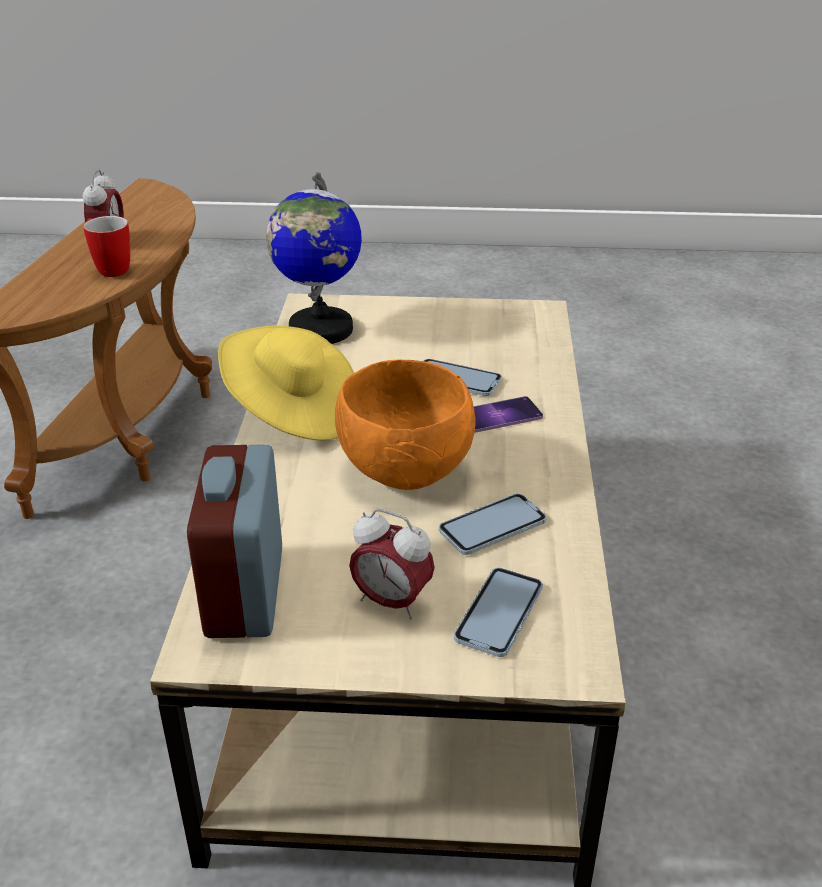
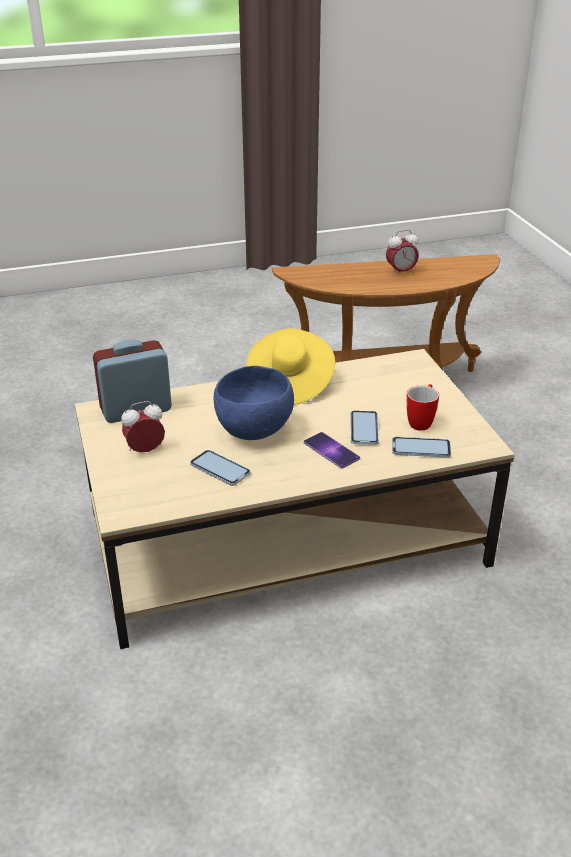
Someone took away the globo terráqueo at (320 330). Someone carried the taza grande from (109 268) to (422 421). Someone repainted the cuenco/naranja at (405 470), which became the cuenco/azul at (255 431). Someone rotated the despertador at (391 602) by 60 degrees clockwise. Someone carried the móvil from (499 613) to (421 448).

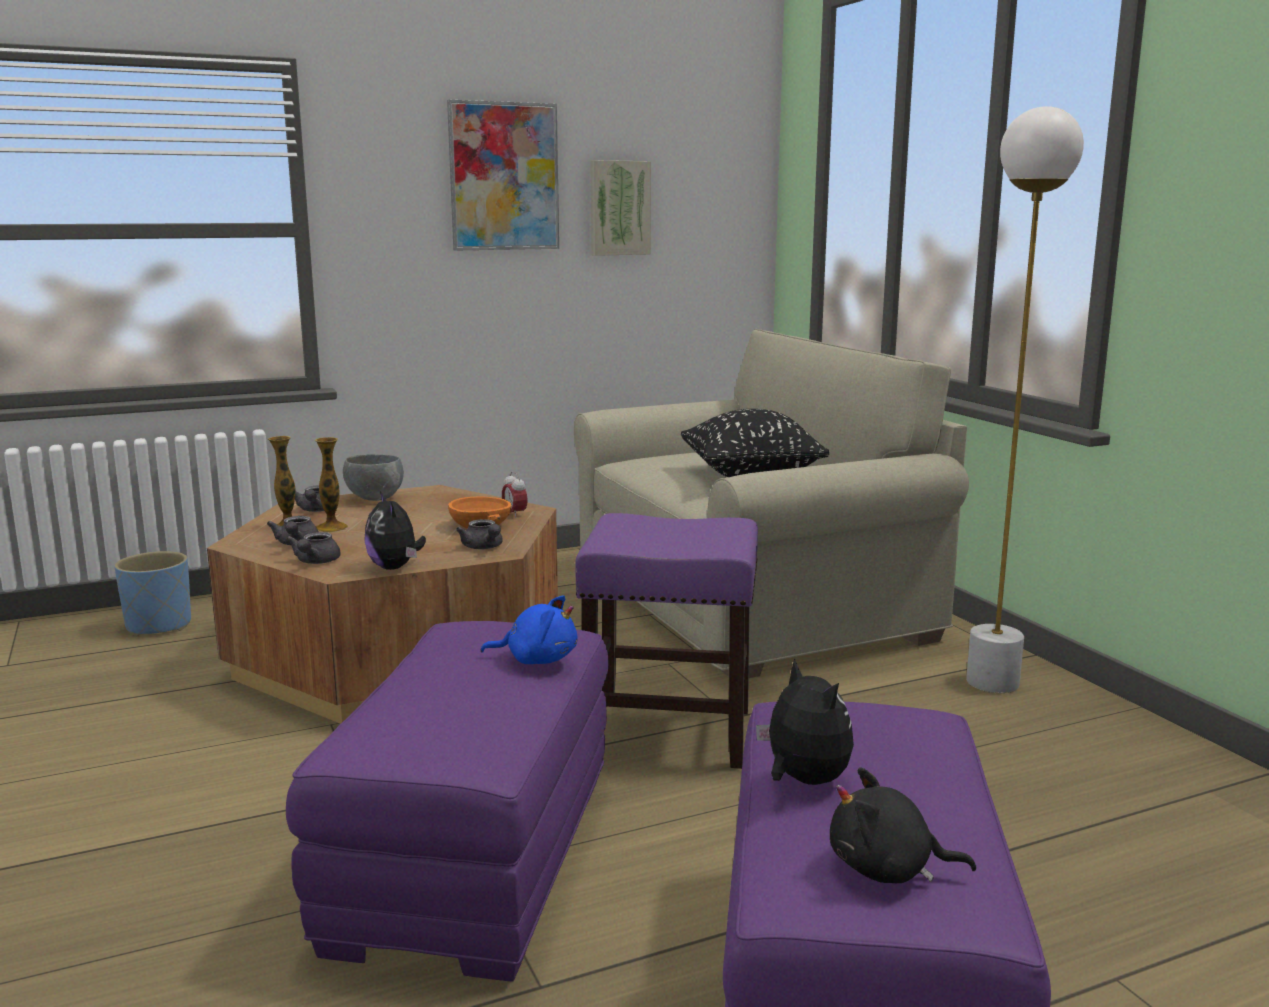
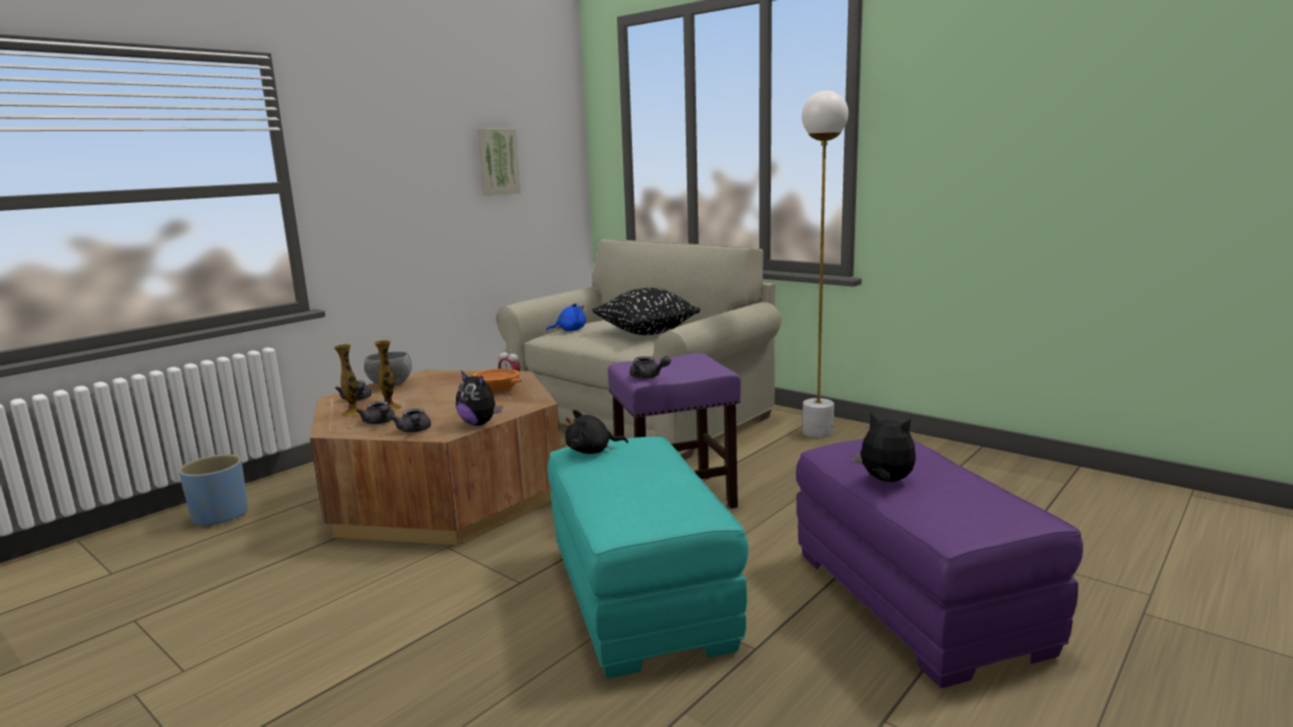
Someone took away the cuadro at (504 177). Someone carried the tetera/gris from (483 548) to (648 377). Someone carried the peluche/azul from (537 659) to (569 330). Someone repainted the puf/morado at (476 860), which became the puf/turquesa at (641 596). Someone carried the peluche/negro from (887 870) to (592 451).

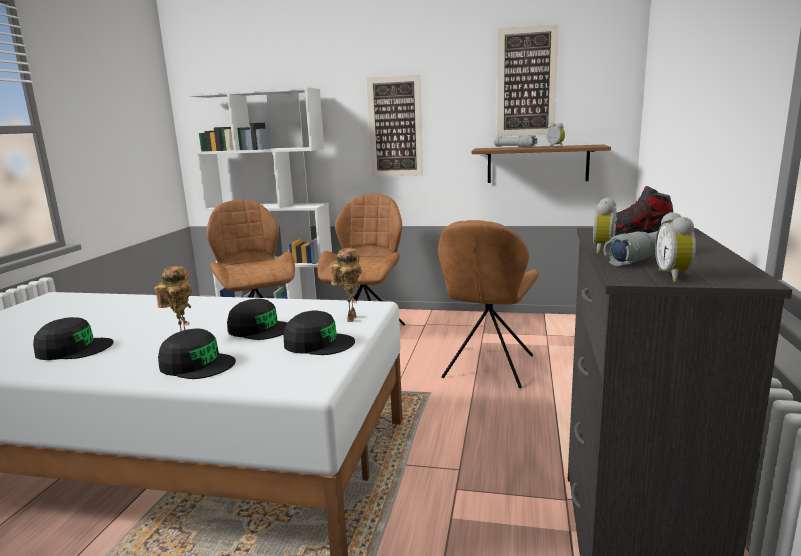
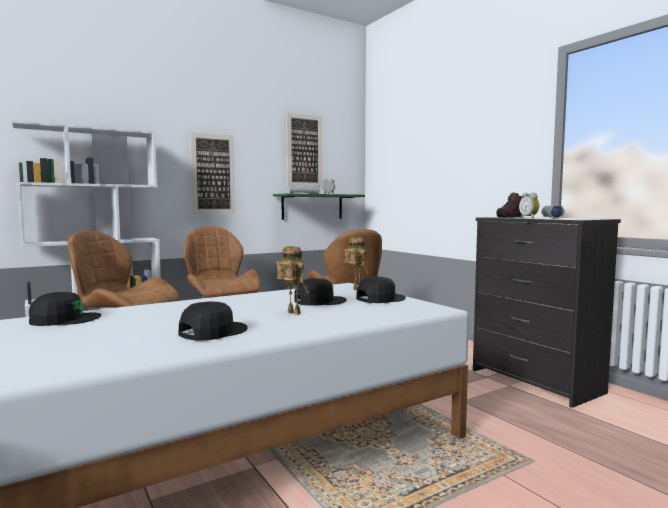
Someone repainted the estante/marrón at (537 164), which became the estante/verde at (312 206). Someone took away the despertador at (675 276). Someone carried the gorra/negro from (197 364) to (64 319).

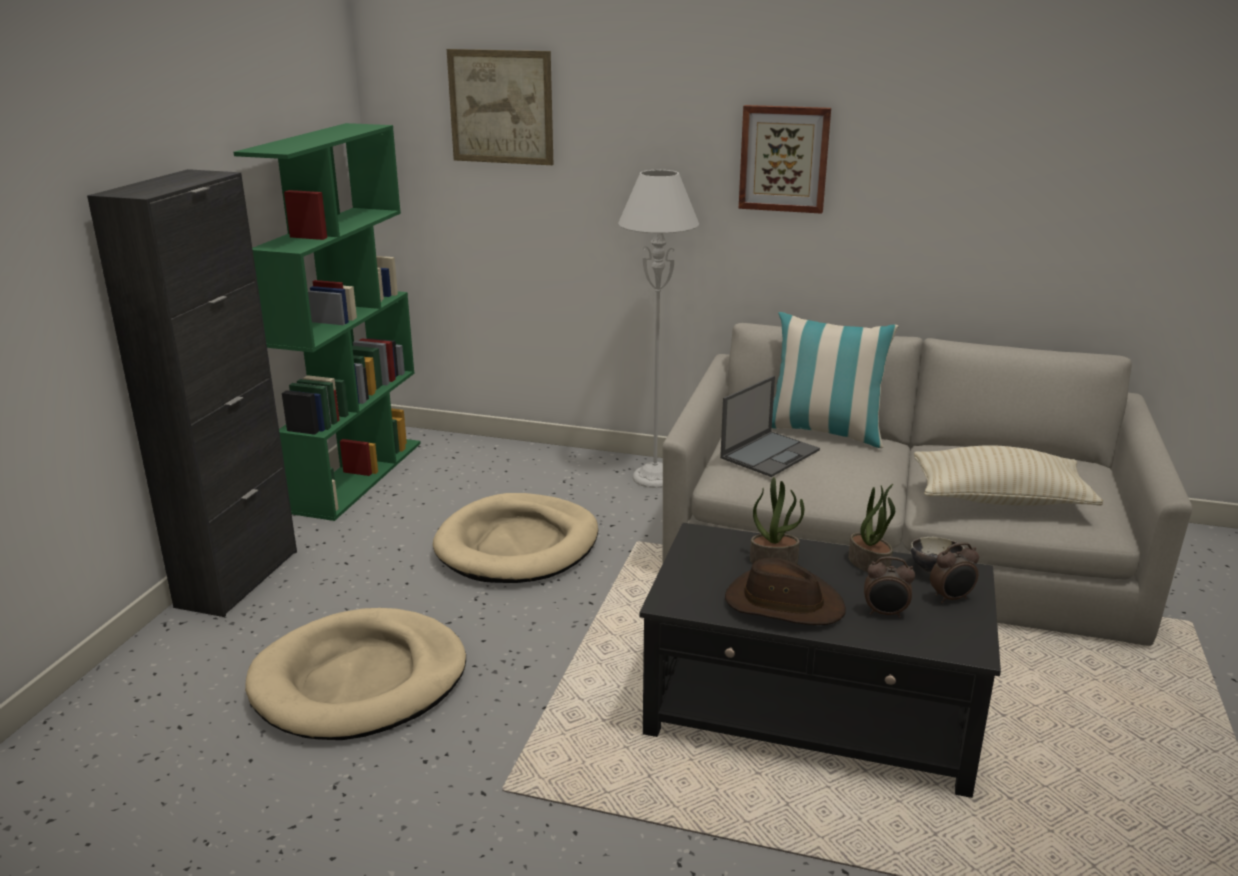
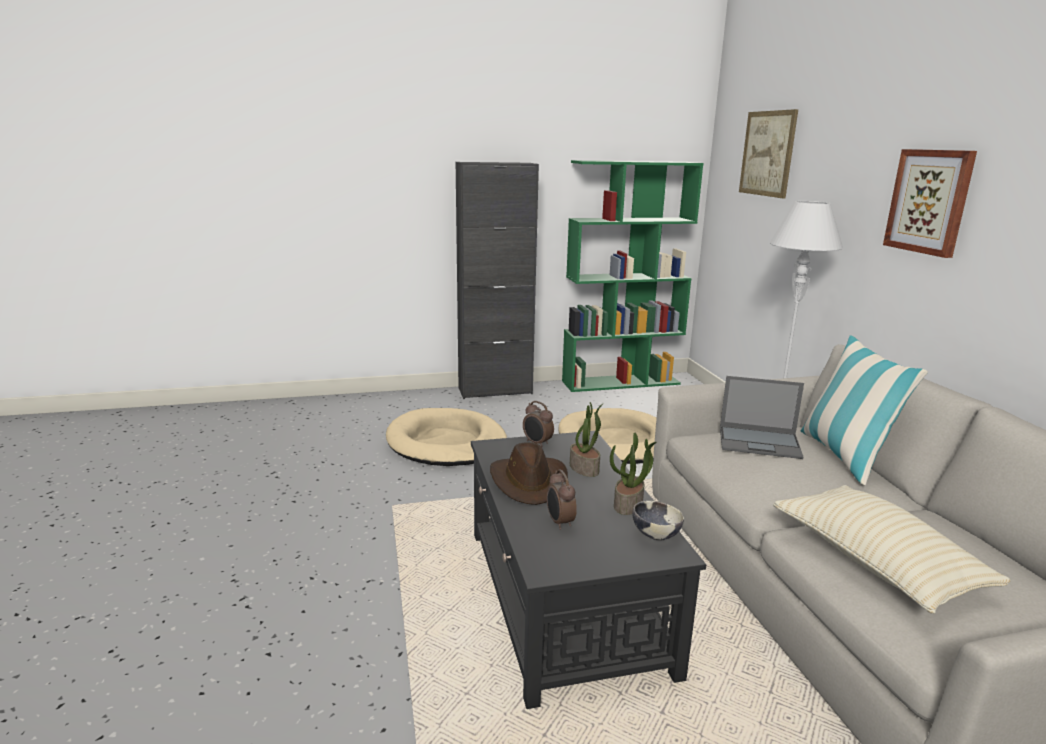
Someone carried the despertador from (951 598) to (537 443).

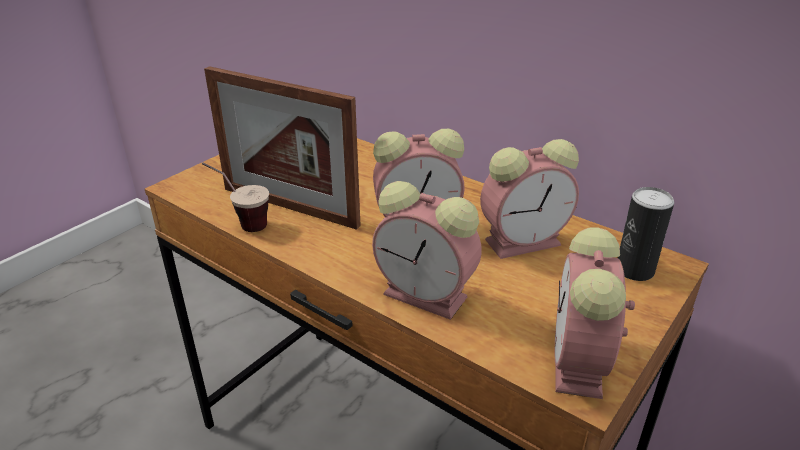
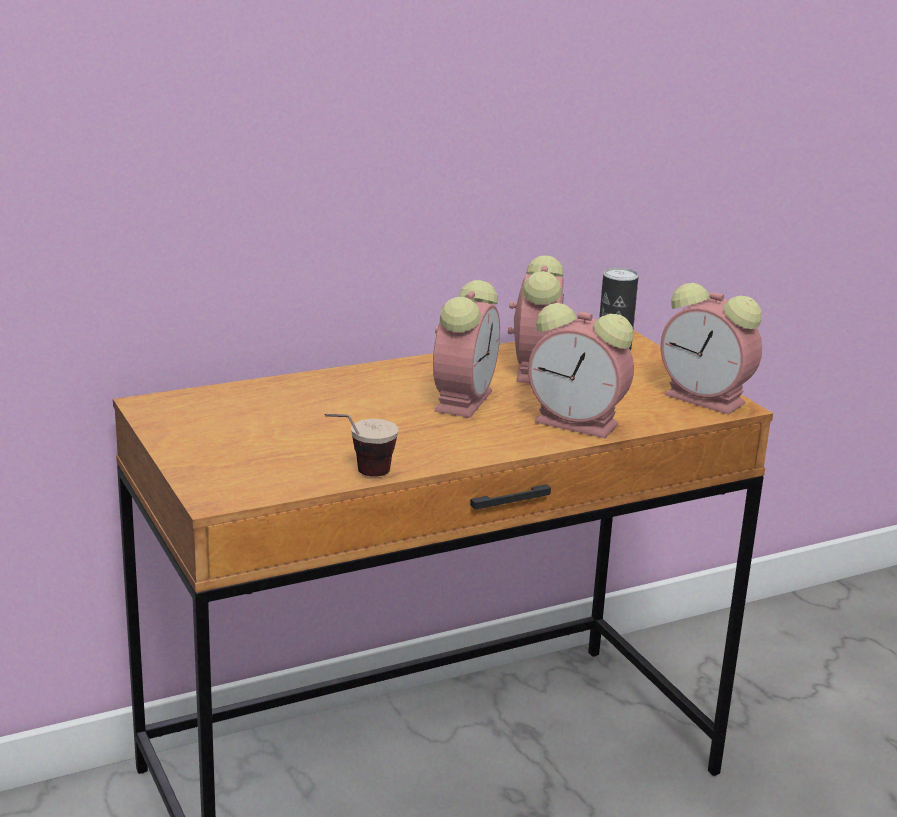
Someone took away the portarretratos at (289 207). Someone rotated the despertador at (429 296) by 60 degrees clockwise.

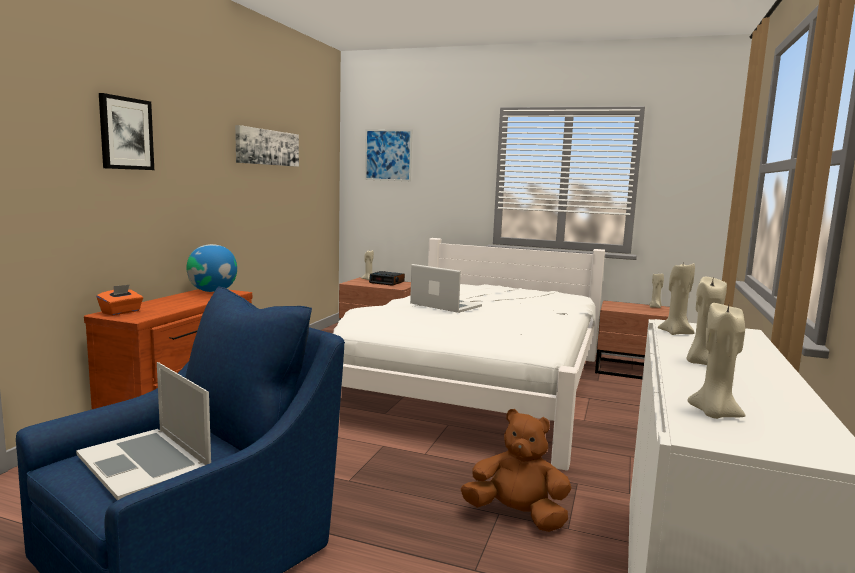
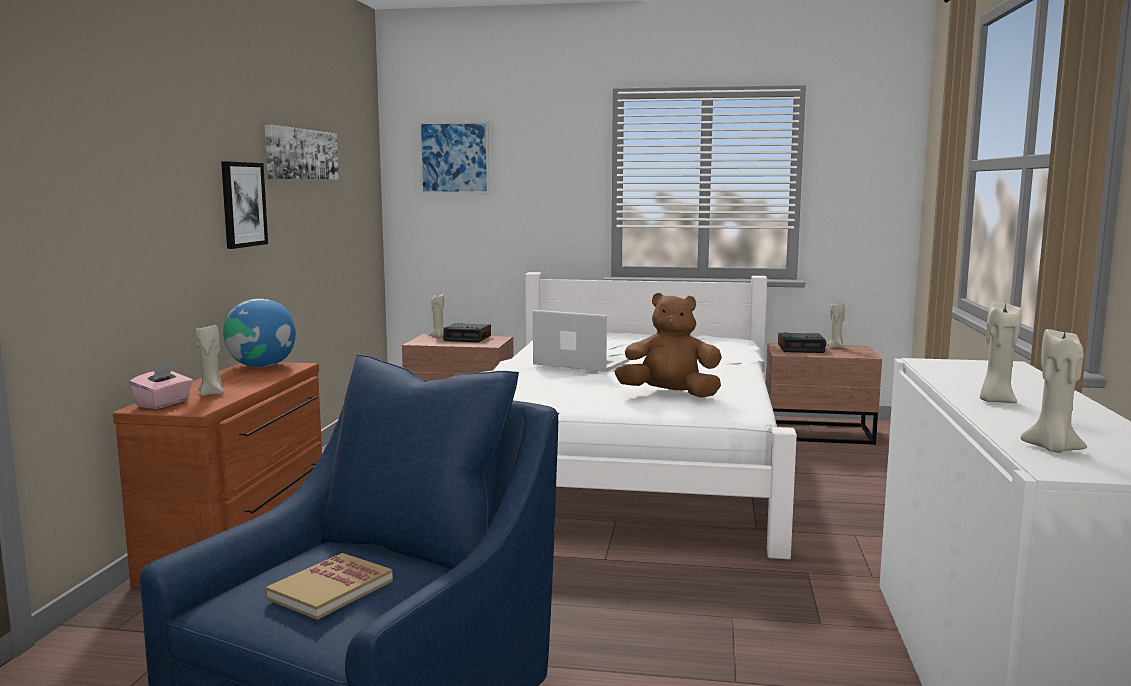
Someone carried the cuadro from (126 133) to (243 204). Someone carried the vela/beis from (675 333) to (212 393). Someone repainted the caja de pañuelos/naranja at (121 312), which became the caja de pañuelos/rosa at (163 404). Someone swapped the portátil at (144 462) for the libro at (330 590). Someone carried the peluche/marrón from (516 515) to (670 395). Someone put down the despertador at (801 349).

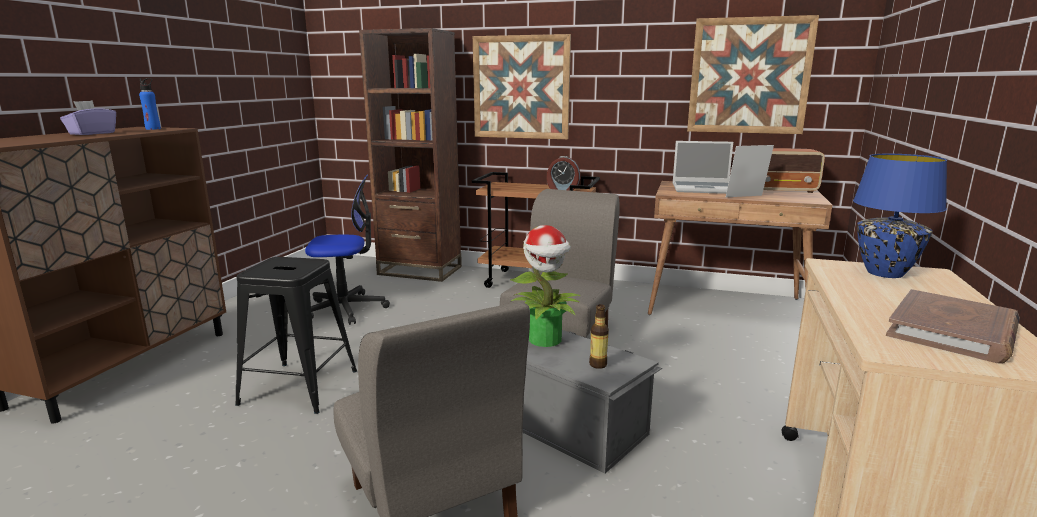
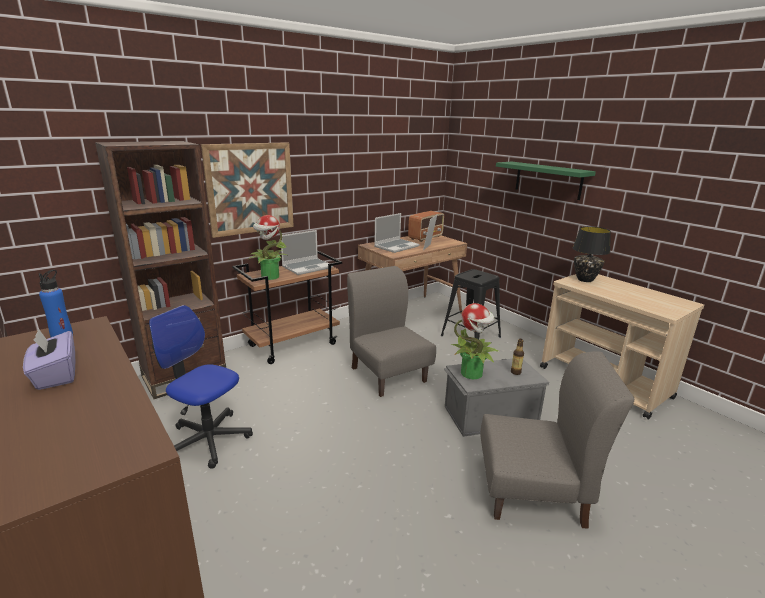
Someone took away the cuadro at (749 76). Someone repainted the lámpara de mesa/azul at (884 273), which became the lámpara de mesa/negro at (584 280). Someone swapped the despertador at (562 189) for the portátil at (307 267). Someone rotated the silla de oficina at (346 309) by 90 degrees counterclockwise. Someone carried the taburete/negro from (300 387) to (470 336). Someone took away the libro/marrón at (952 331). Someone put up the estante/verde at (548 180). Someone put down the planta en maceta at (269 277).

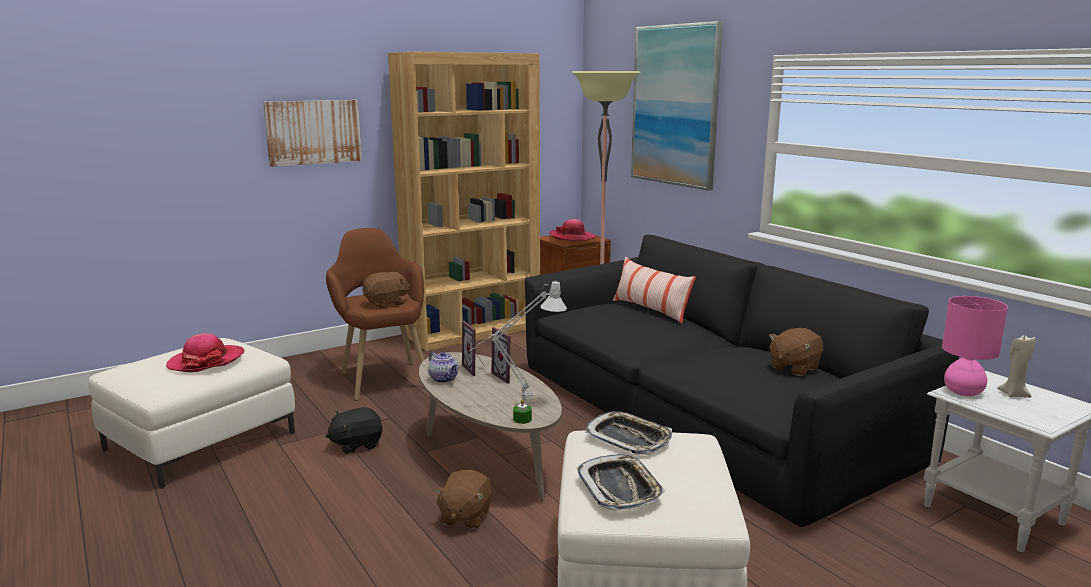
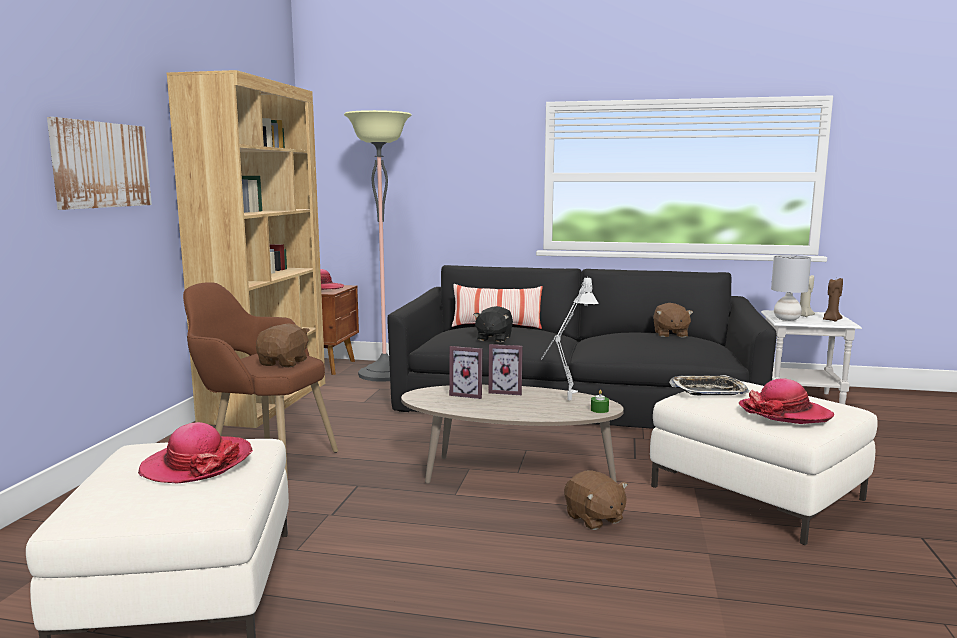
Someone took away the cuadro at (675 105). Someone repainted the lámpara de mesa/rosa at (962 391), which became the lámpara de mesa/gris at (786 319). Someone took away the tetera at (444 379). Someone carried the peluche/negro from (356 444) to (493 338). Someone swapped the bandeja at (620 488) for the sombrero at (784 413). Someone put down the vela/marrón at (831 320).

